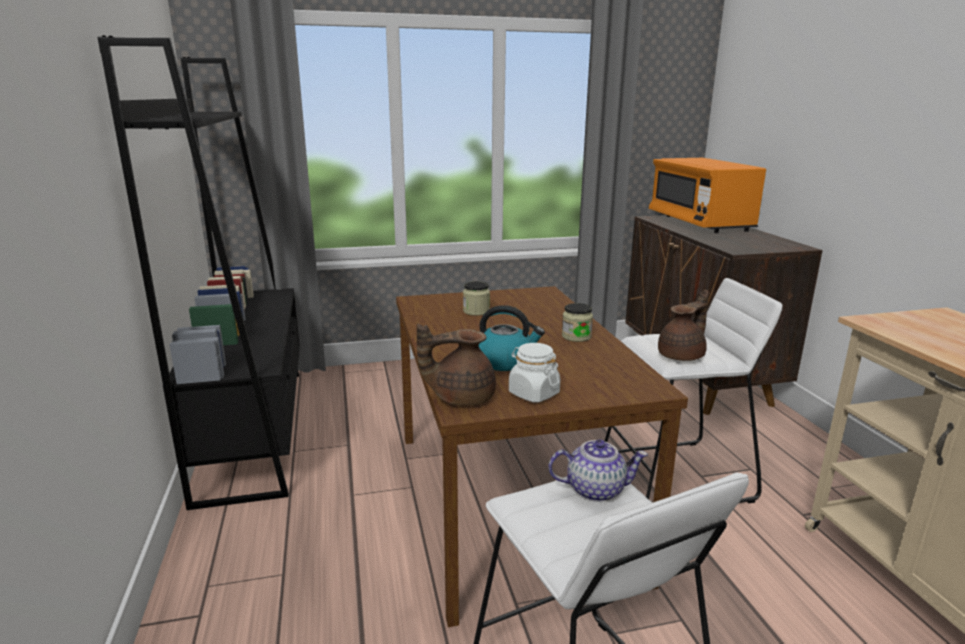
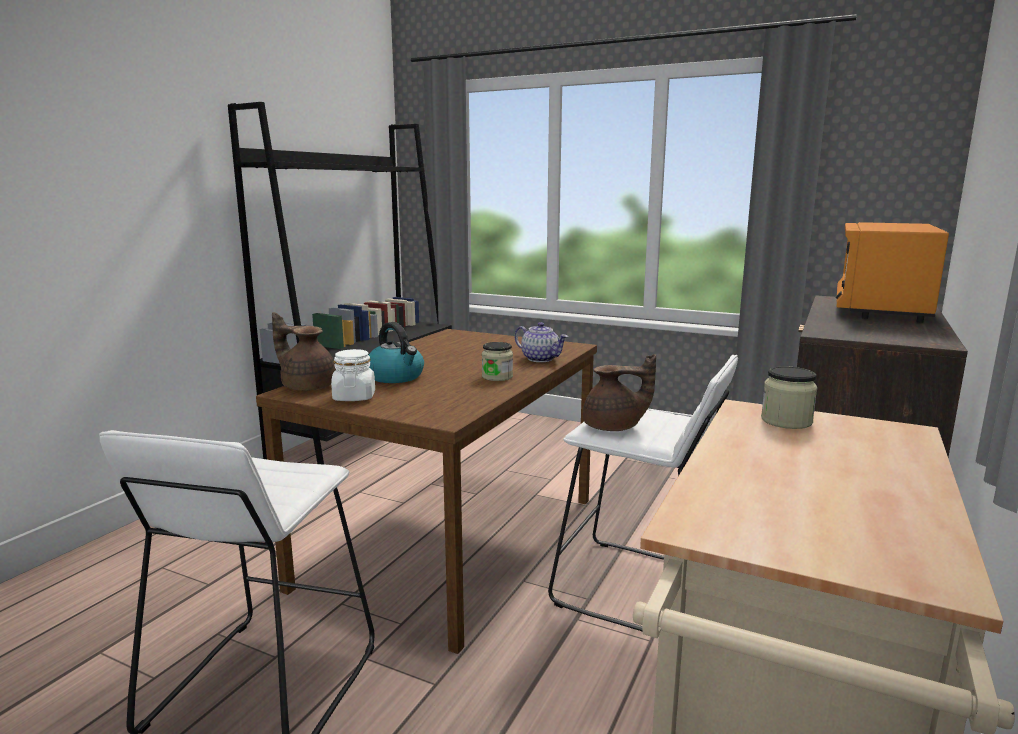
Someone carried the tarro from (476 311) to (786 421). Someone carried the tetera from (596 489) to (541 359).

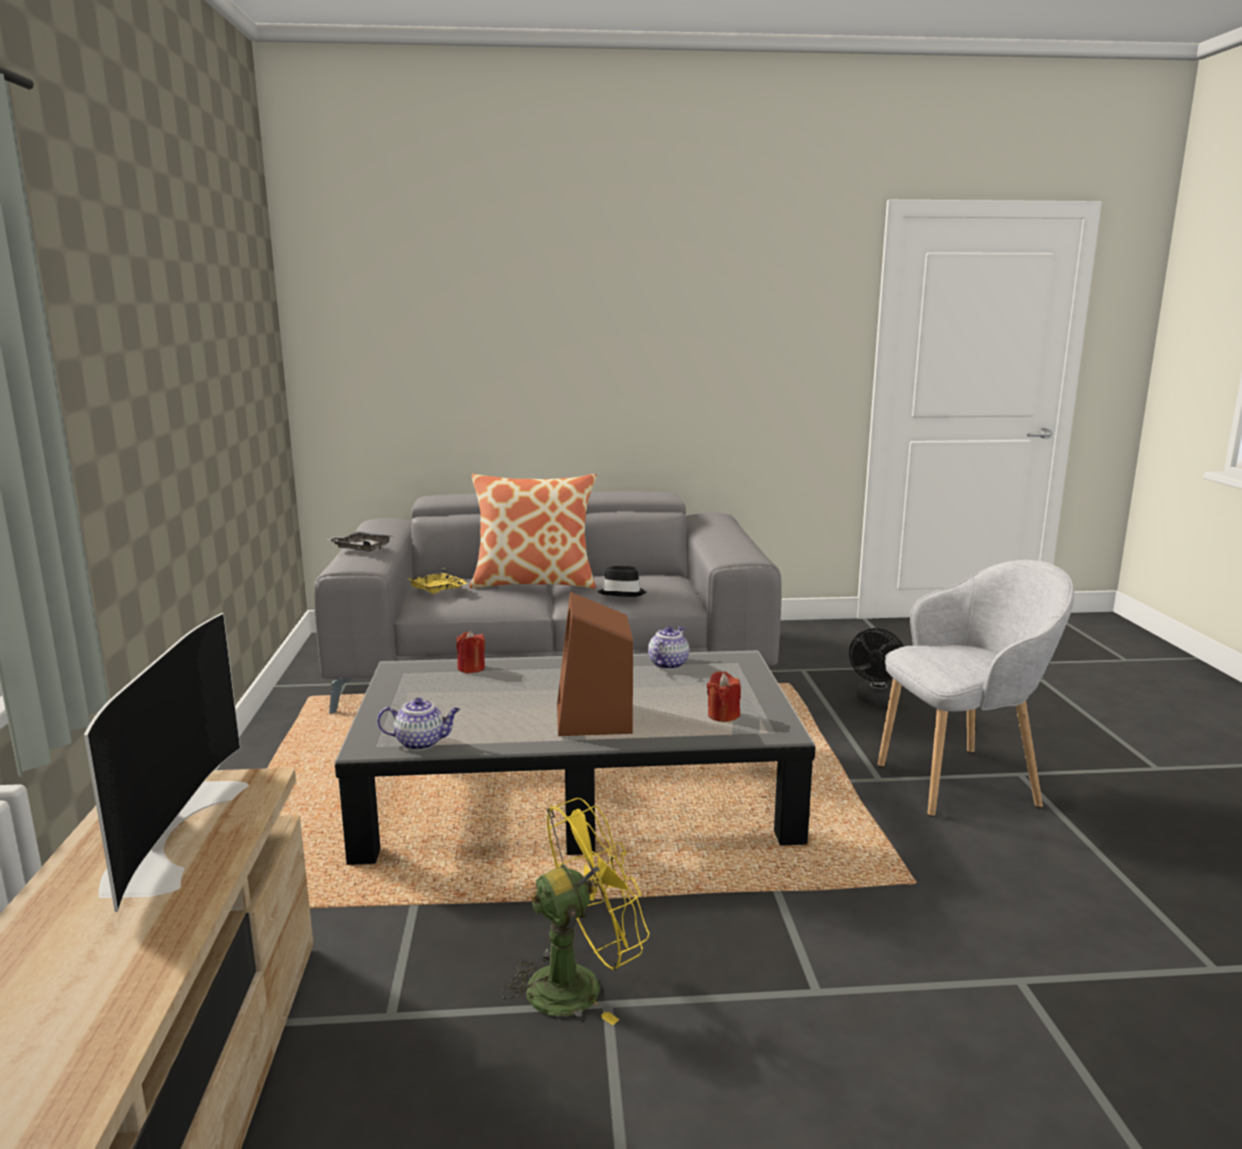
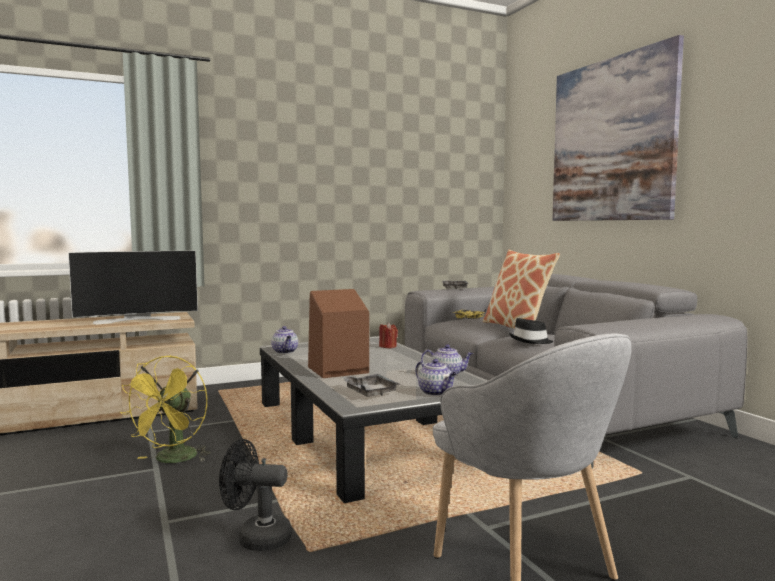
Someone carried the ventilador/negro from (876 701) to (256 538). Someone swapped the vela/rojo at (723 715) for the bandeja/gris at (369 392). Someone rotated the ventilador/amarillo at (578 983) by 60 degrees clockwise. Someone put up the cuadro at (611 140). Someone put down the tetera at (436 392).

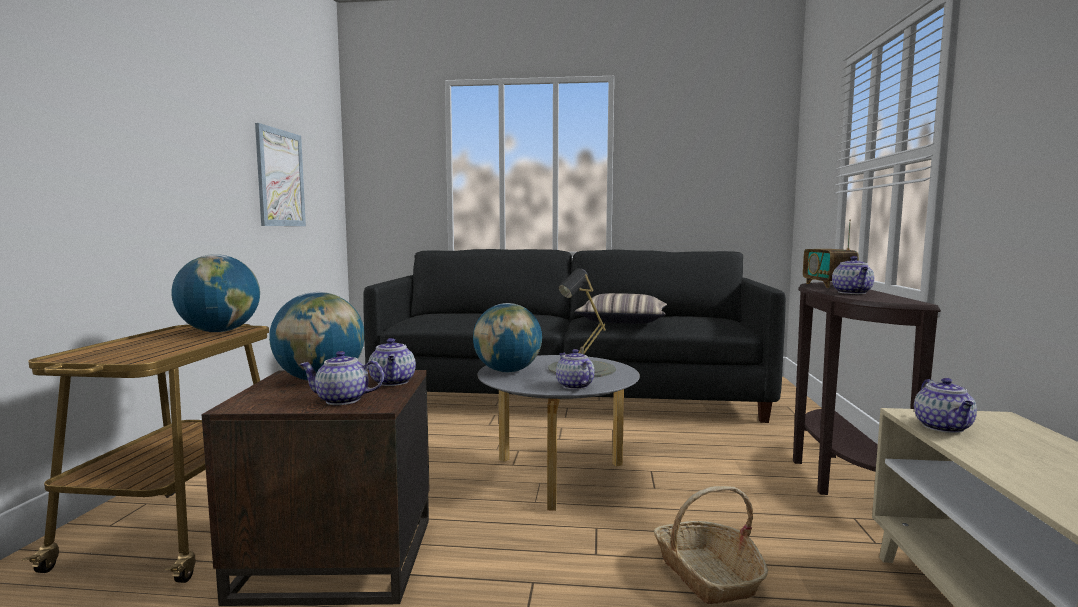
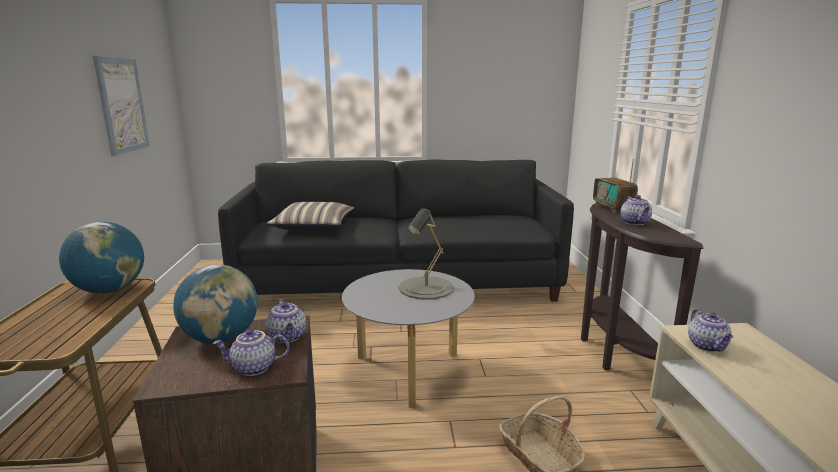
Someone carried the cojín from (622 321) to (313 226). Someone took away the globo terráqueo at (507 371). Someone took away the tetera at (573 386).

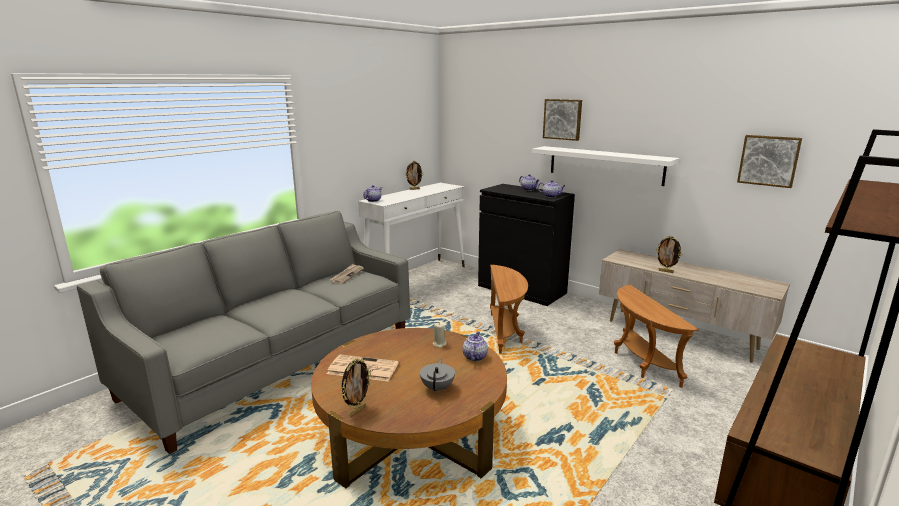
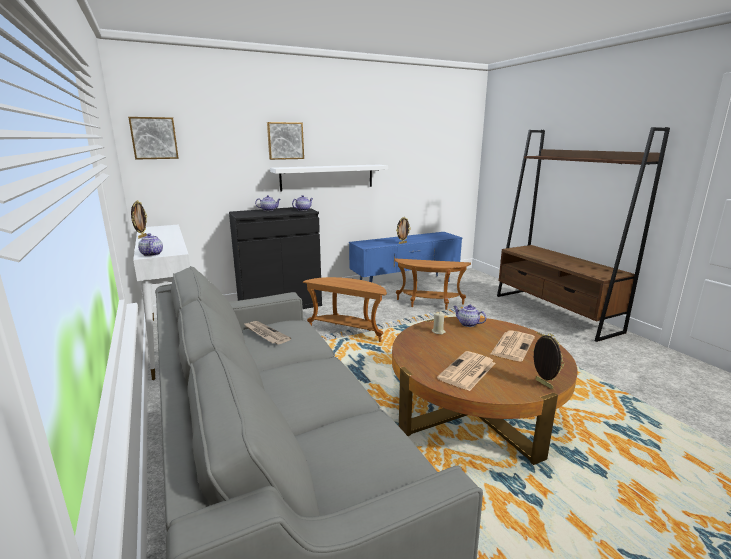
Someone carried the cuadro from (769 160) to (154 138). Someone repainted the mueble de televisión/beis at (680 335), which became the mueble de televisión/azul at (405 285). Someone swapped the tetera/gris at (438 388) for the periódico at (512 345).

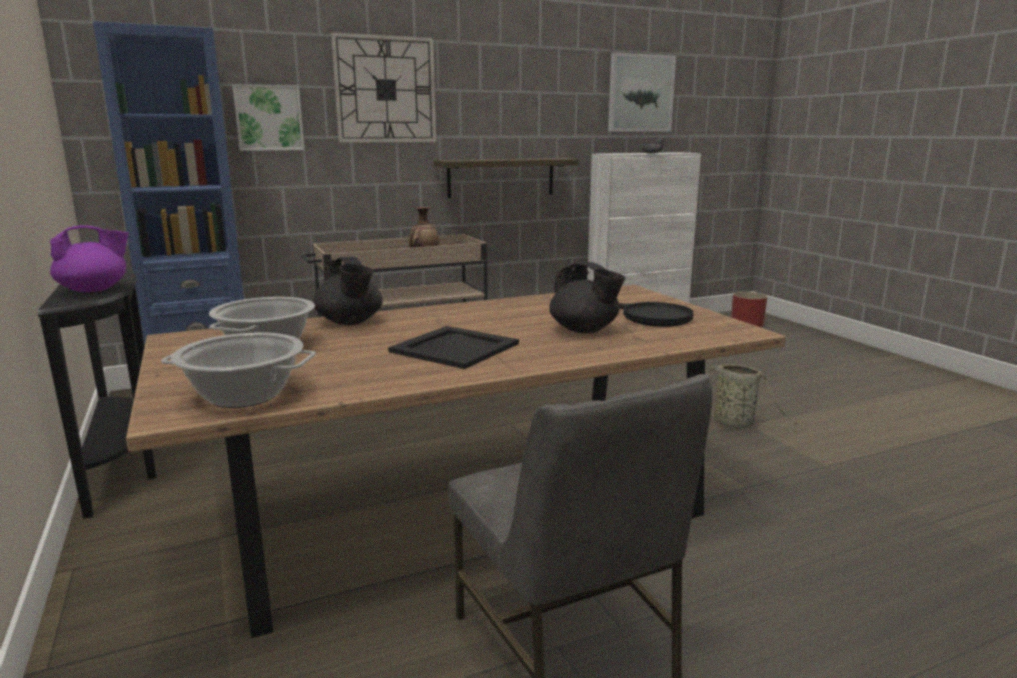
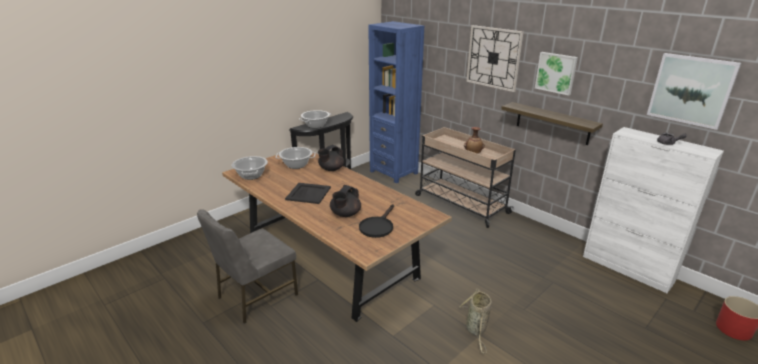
Someone carried the cuadro from (268 118) to (556 73). Someone swapped the tetera/morado at (95 290) for the olla at (315 125).

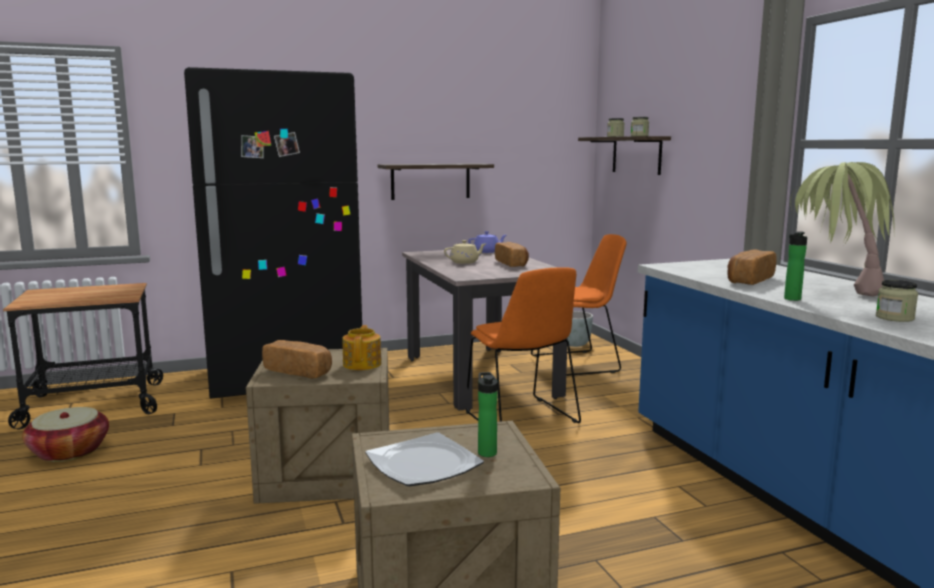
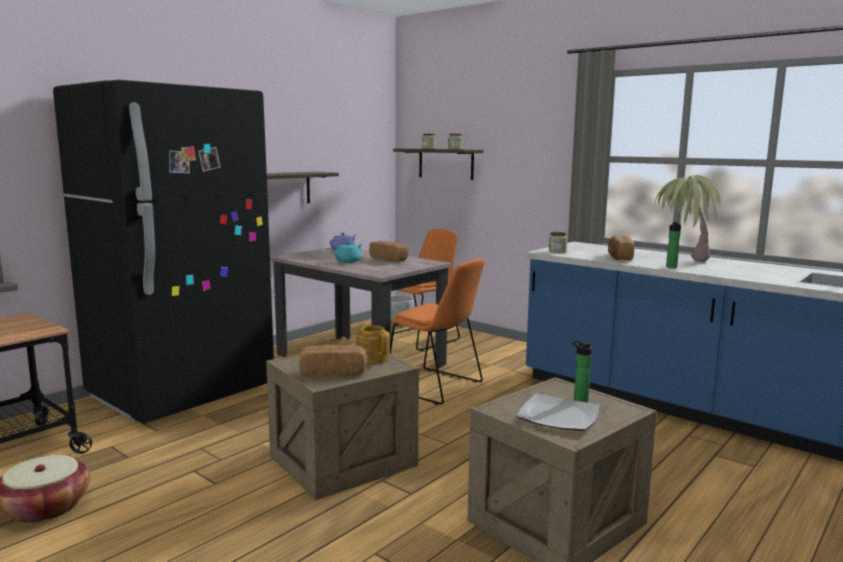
Someone repainted the tetera/beis at (465 262), which became the tetera/turquesa at (348 261). Someone carried the tarro from (894 318) to (557 251).

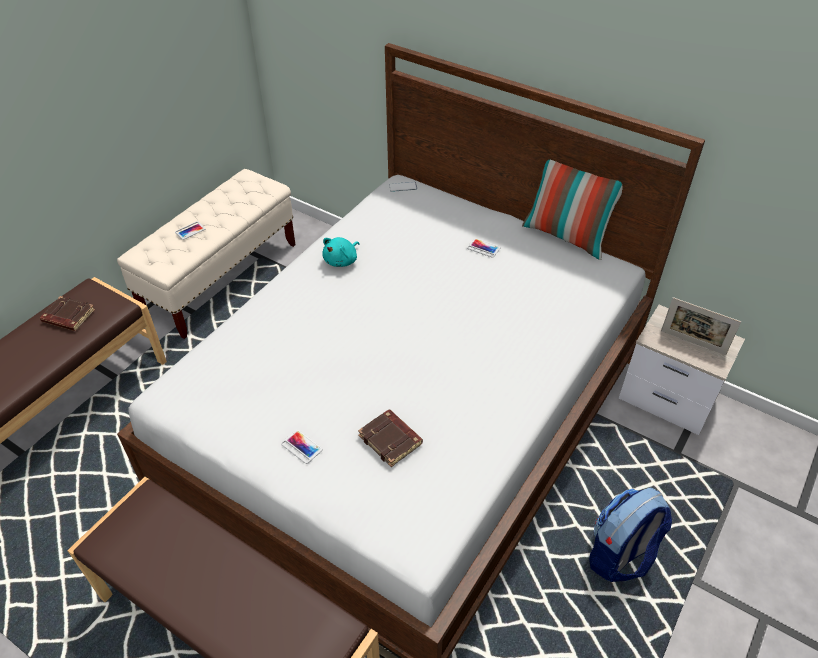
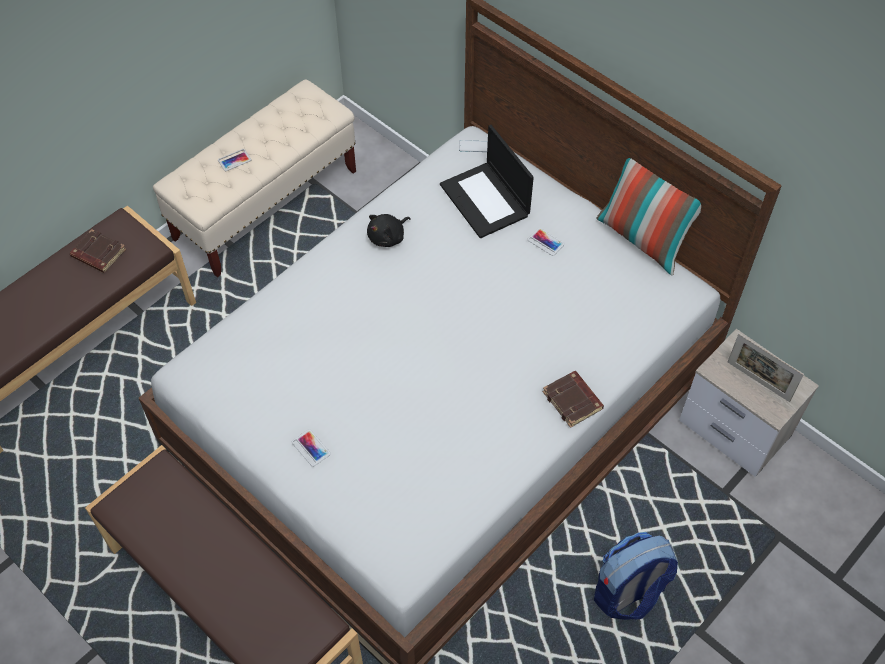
Someone repainted the peluche/turquesa at (342 260), which became the peluche/negro at (388 237). Someone carried the libro/marrón from (391 440) to (573 401). Someone put down the portátil at (486 200).

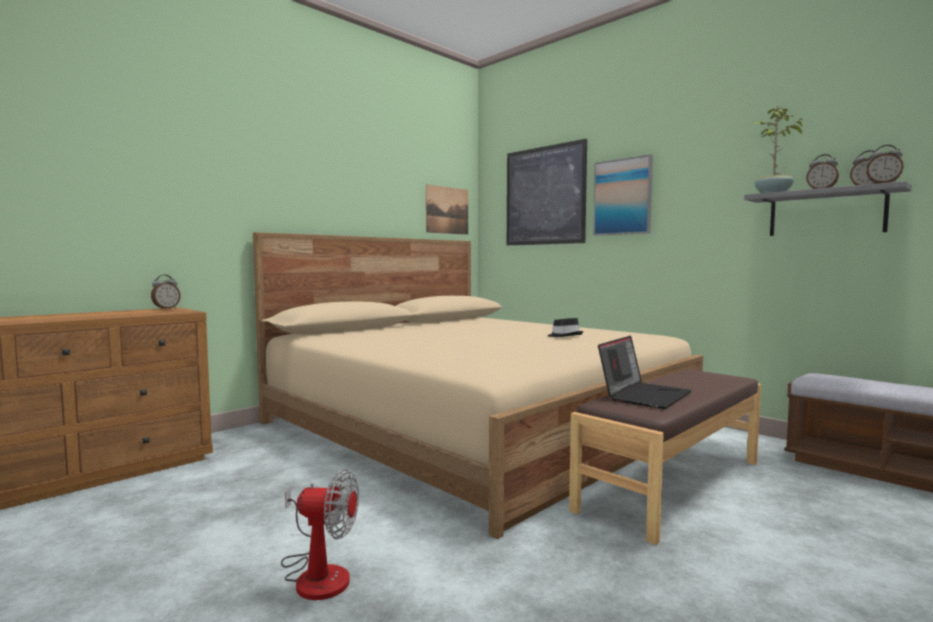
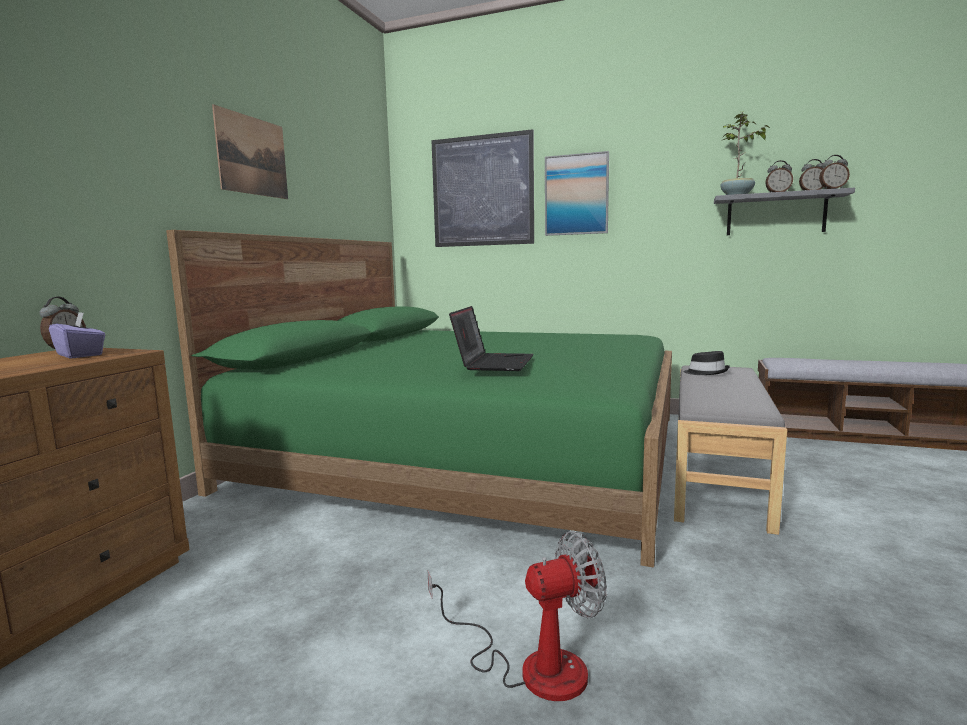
Someone carried the cuadro from (447 210) to (252 156). Someone repainted the cama/beis at (475 425), which became the cama/verde at (472 451). Someone carried the sombrero/negro from (564 336) to (706 372). Someone carried the portátil from (644 395) to (493 363). Someone repainted the banco/marrón at (671 484), which became the banco/gris at (715 475). Someone put down the caja de pañuelos/morado at (80 355).

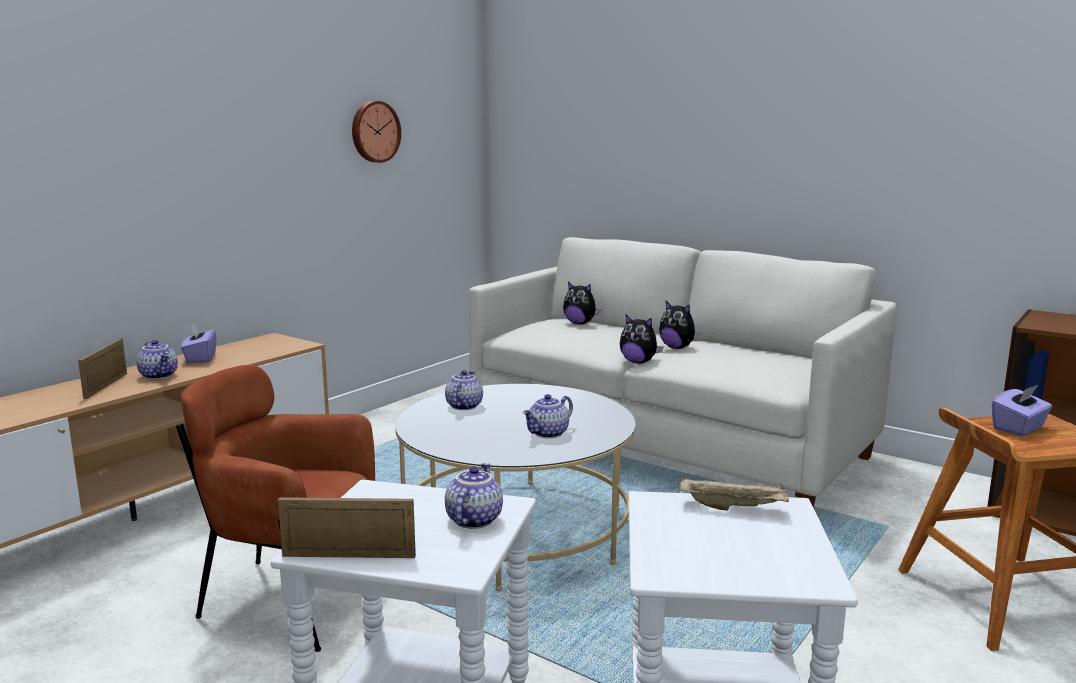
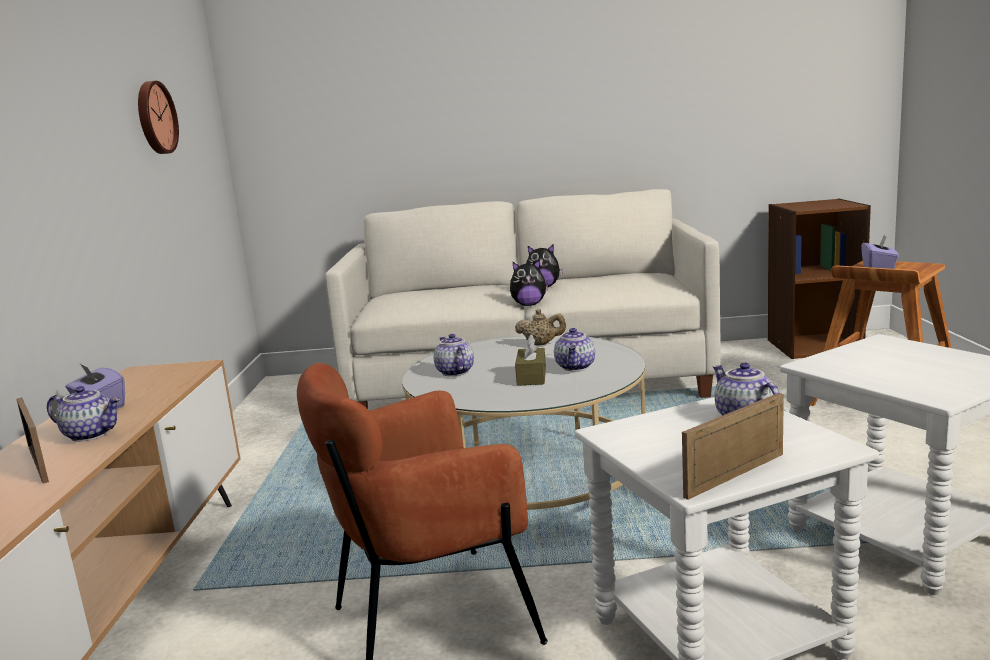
Someone took away the peluche at (580 323). Someone took away the bandeja/beis at (734 507). Someone put down the tetera/beis at (541 344). Someone put down the caja de pañuelos/marrón at (531 376).

